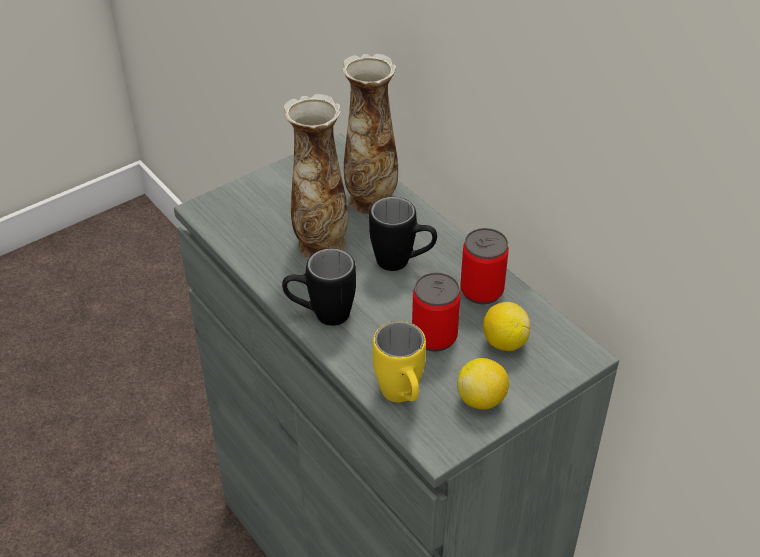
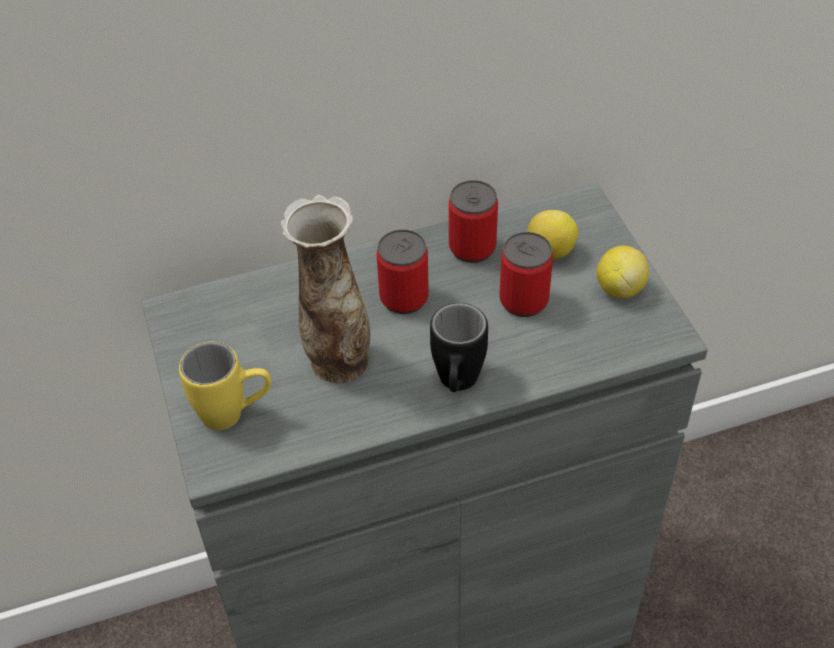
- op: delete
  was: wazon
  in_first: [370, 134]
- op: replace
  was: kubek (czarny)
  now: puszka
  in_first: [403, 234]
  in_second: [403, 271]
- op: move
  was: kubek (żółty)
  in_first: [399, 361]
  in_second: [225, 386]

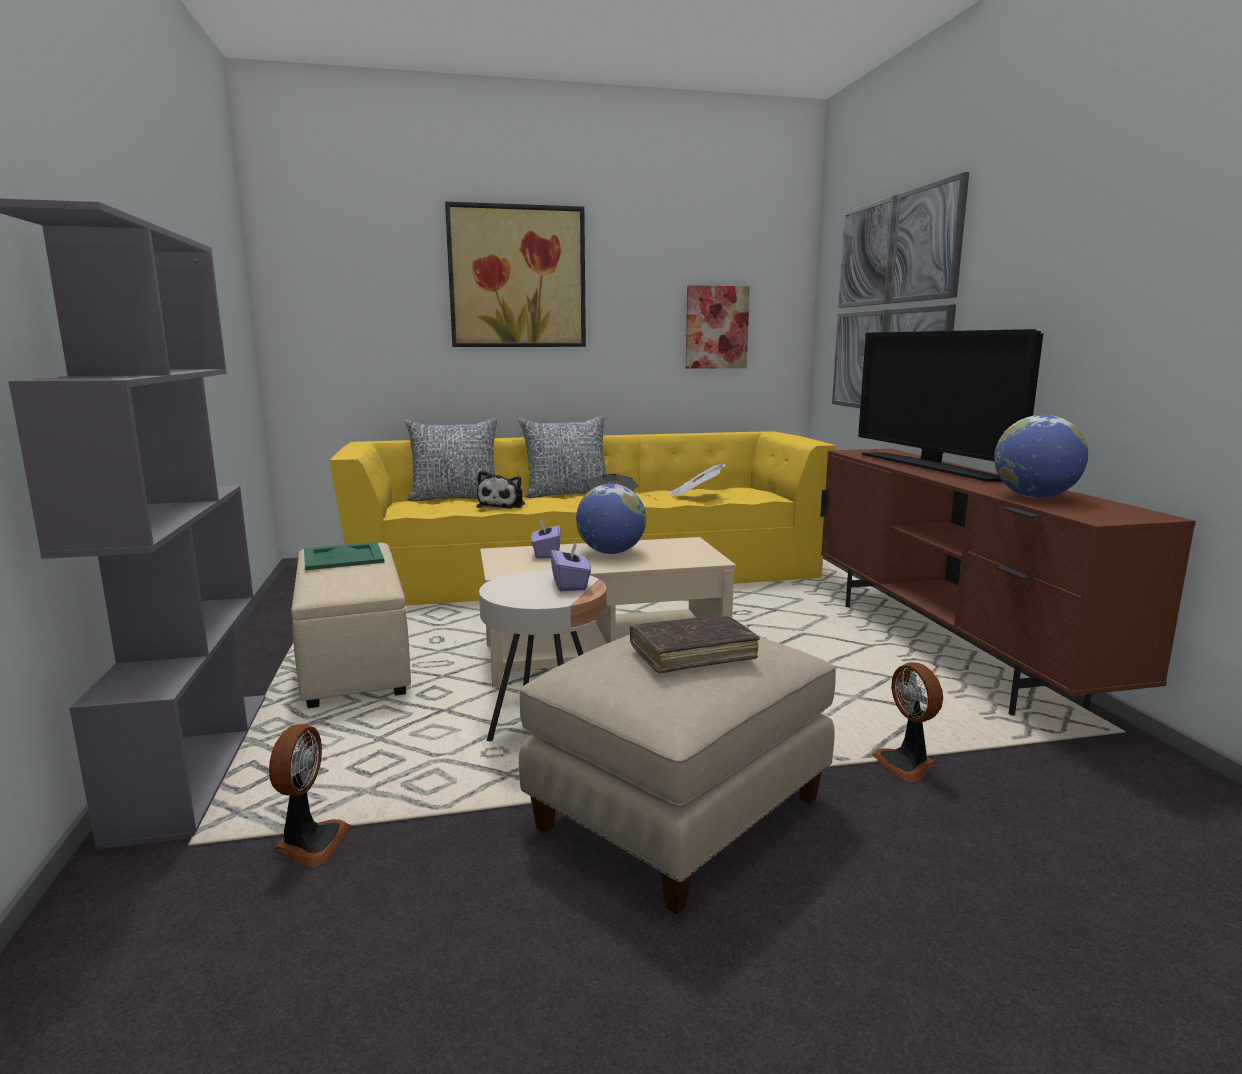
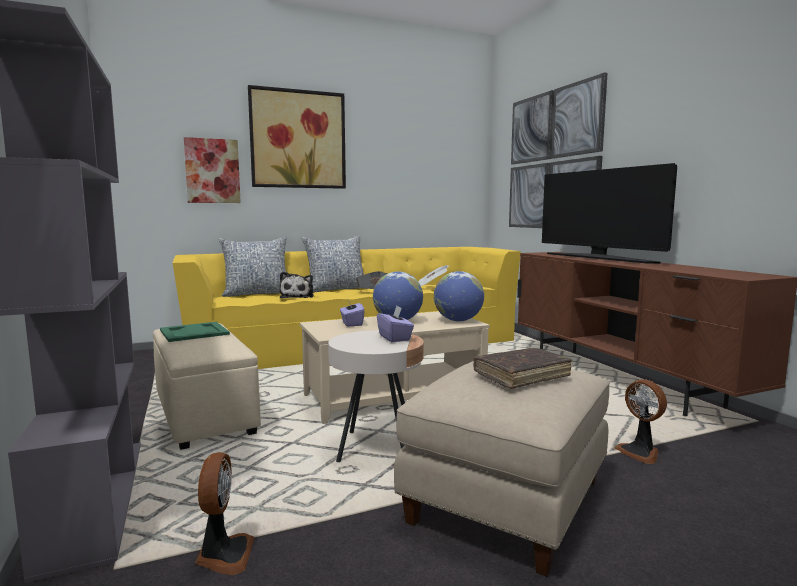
- op: move
  was: obraz
  in_first: [718, 327]
  in_second: [212, 170]
- op: move
  was: globus
  in_first: [1041, 456]
  in_second: [459, 296]

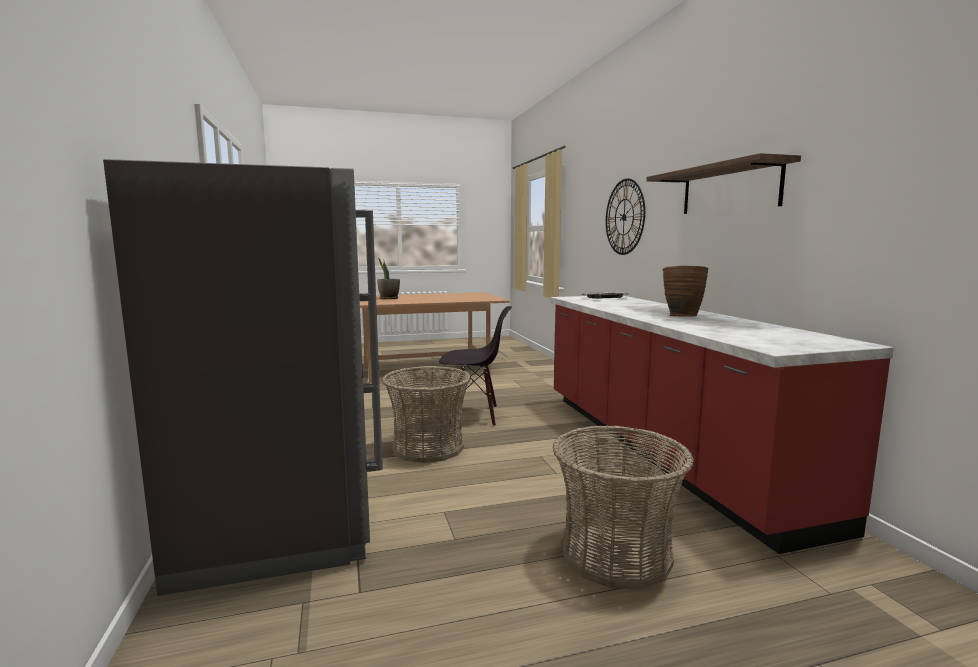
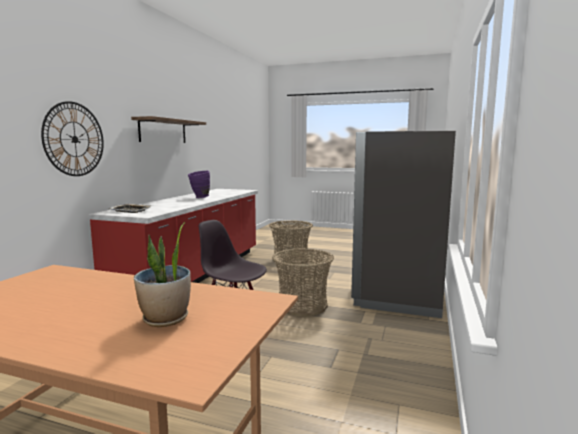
- op: recolor
  was: wazon (brązowy)
  now: wazon (fioletowy)
  in_first: [686, 291]
  in_second: [199, 184]

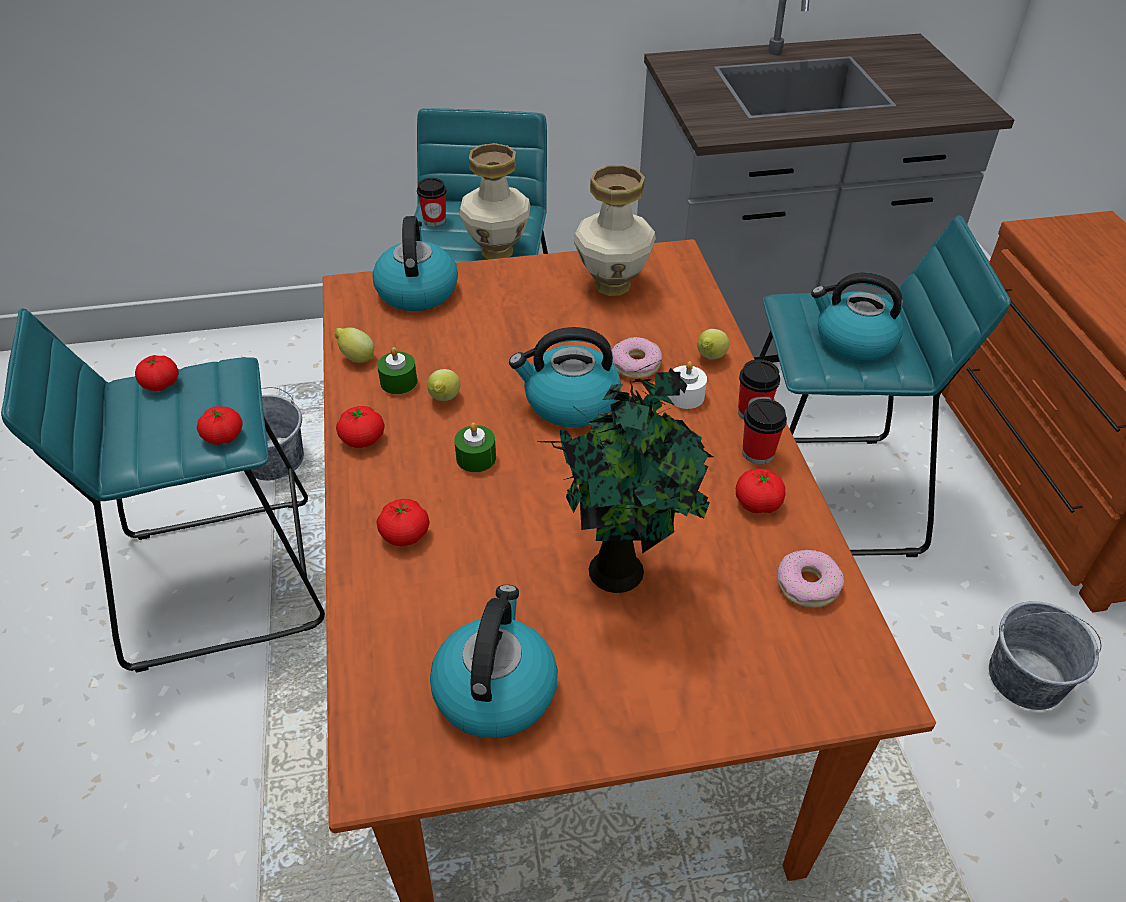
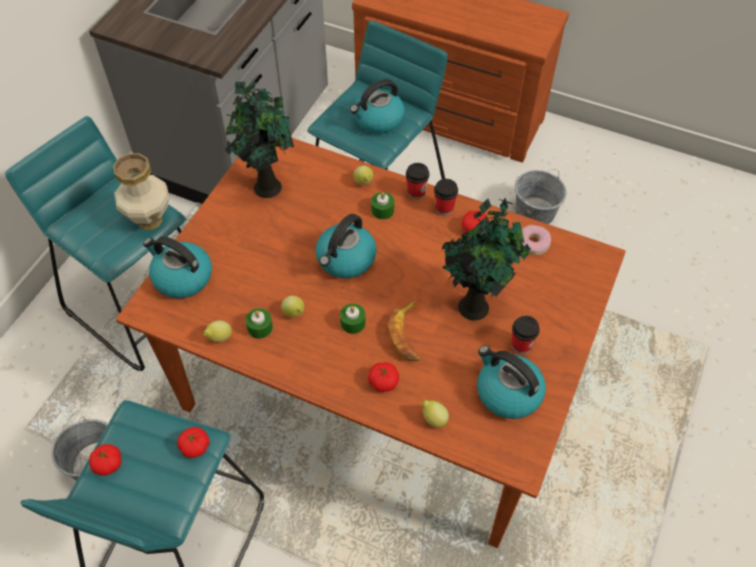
- op: replace
  was: wazon
  now: roślina doniczkowa
  in_first: [615, 230]
  in_second: [259, 140]
- op: move
  was: filiżanka
  in_first: [431, 202]
  in_second: [525, 335]
- op: delete
  was: donut
  in_first: [637, 358]
- op: recolor
  was: świeca (biały)
  now: świeca (zielony)
  in_first: [687, 385]
  in_second: [382, 205]
- op: delete
  was: pomidor
  in_first: [360, 427]
- op: insert
  now: banan
  in_second: [404, 331]
- op: insert
  now: cytryna
  in_second: [435, 414]

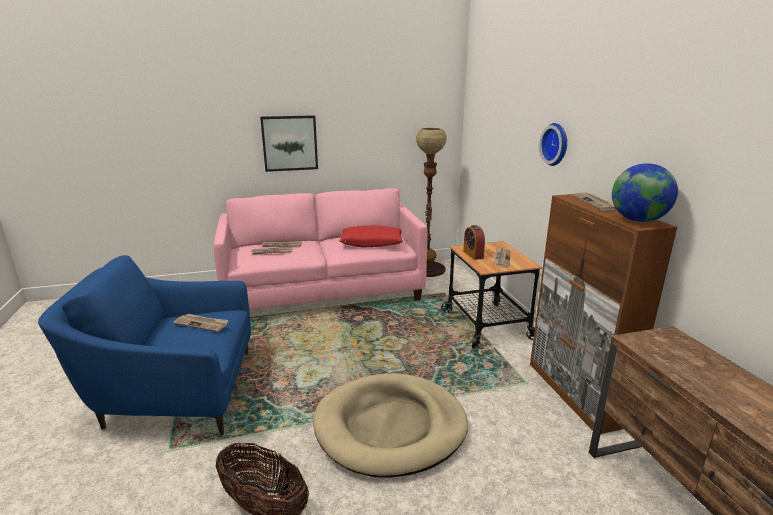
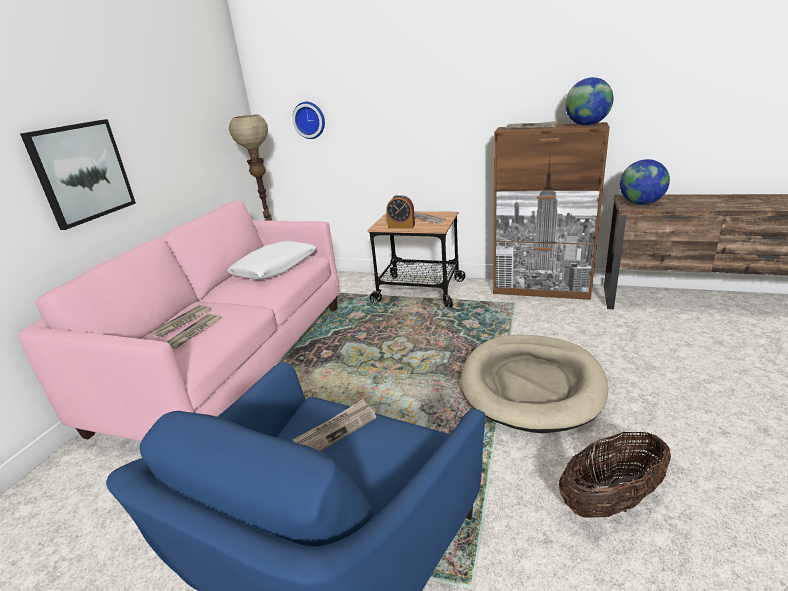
- op: move
  was: zegar ścienny
  in_first: [553, 144]
  in_second: [309, 120]
- op: recolor
  was: poduszka (czerwony)
  now: poduszka (biały)
  in_first: [371, 236]
  in_second: [272, 260]
- op: insert
  now: globus
  in_second: [645, 182]

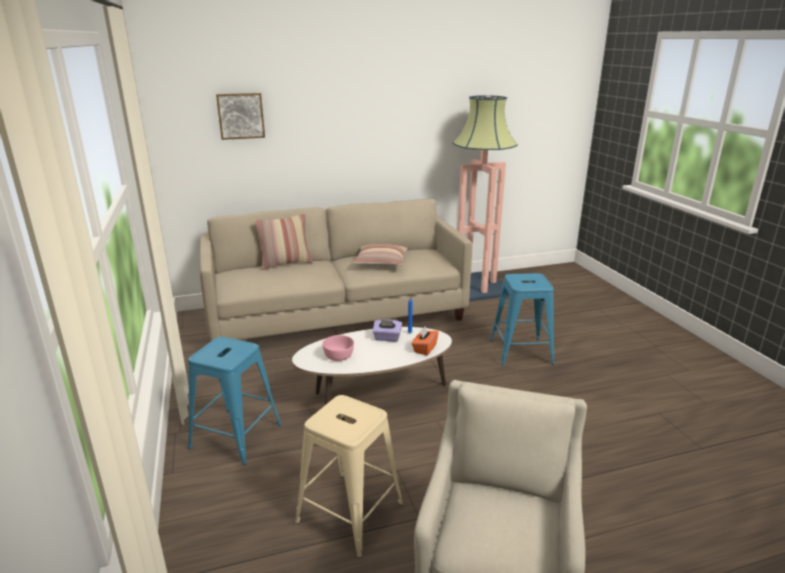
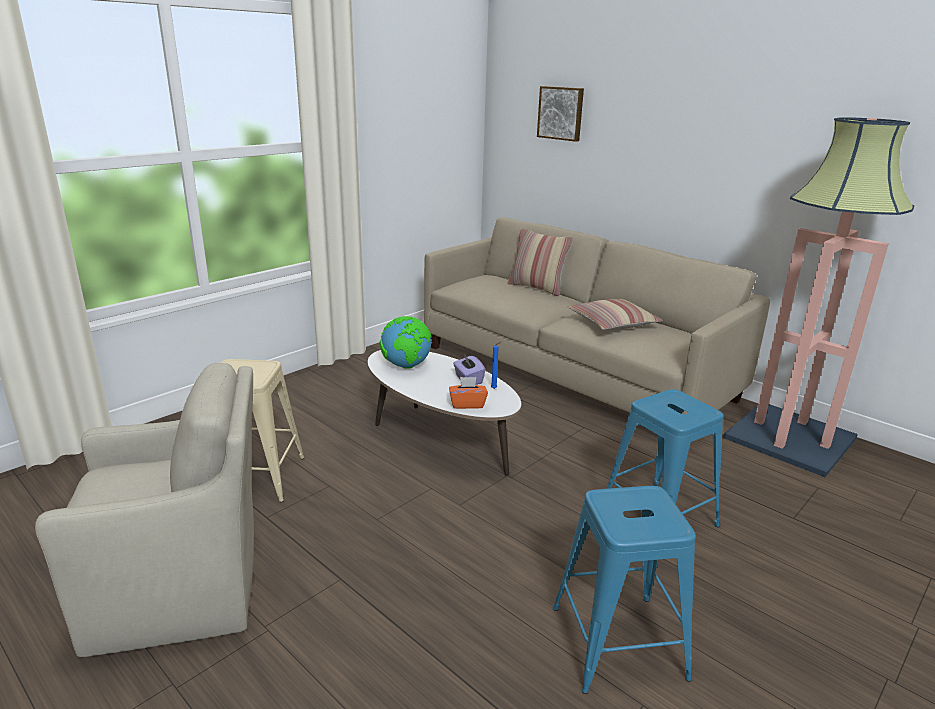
- op: replace
  was: miska (różowy)
  now: globus
  in_first: [338, 348]
  in_second: [406, 342]
- op: move
  was: stołek (niebieski)
  in_first: [234, 401]
  in_second: [624, 590]

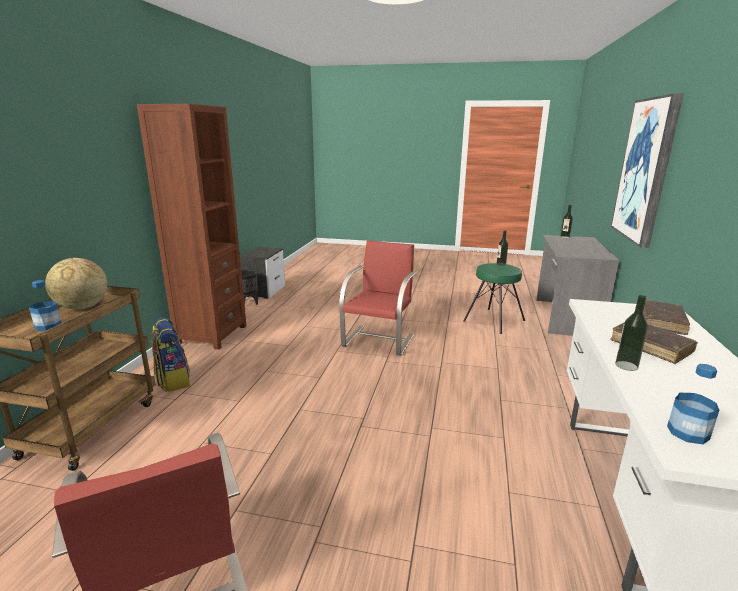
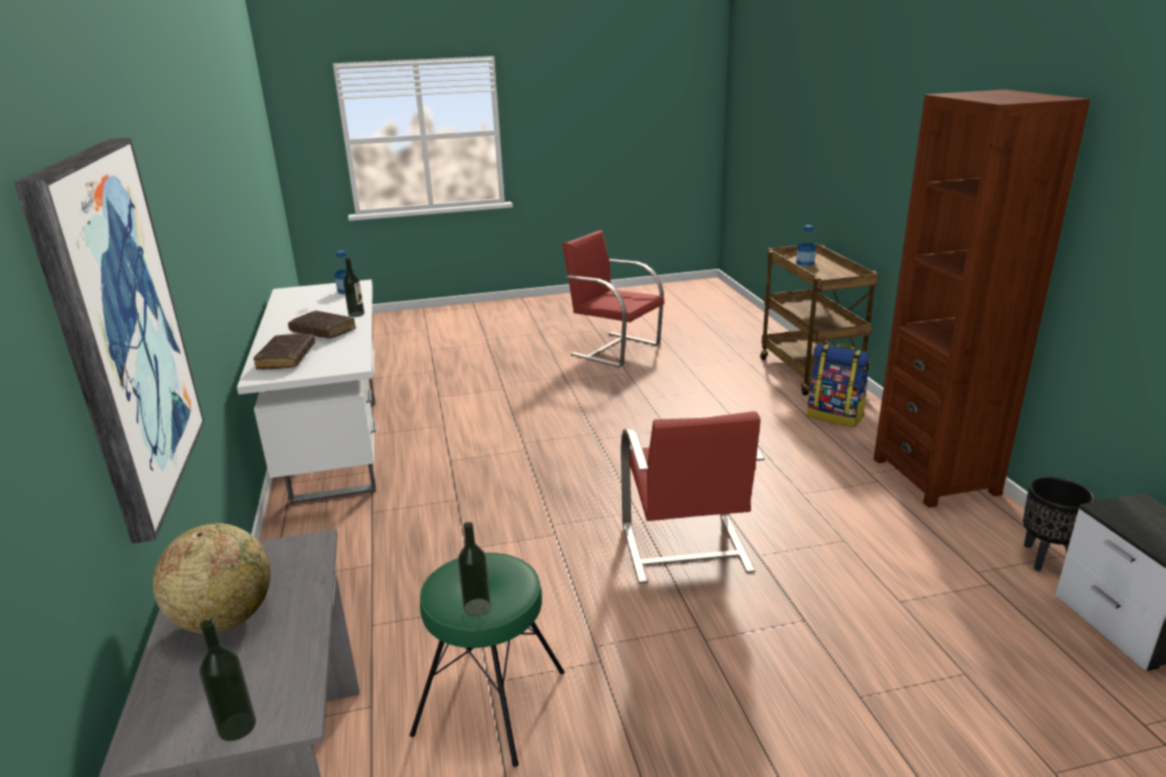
- op: move
  was: globus
  in_first: [76, 284]
  in_second: [212, 578]

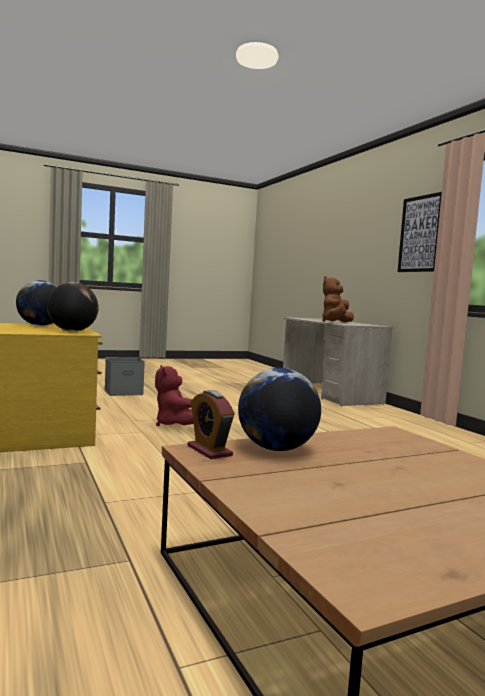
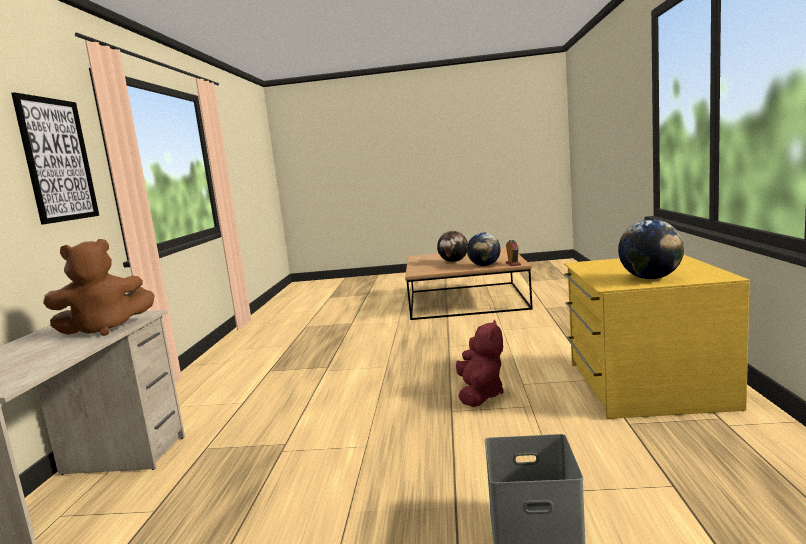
- op: move
  was: globus
  in_first: [73, 307]
  in_second: [452, 246]

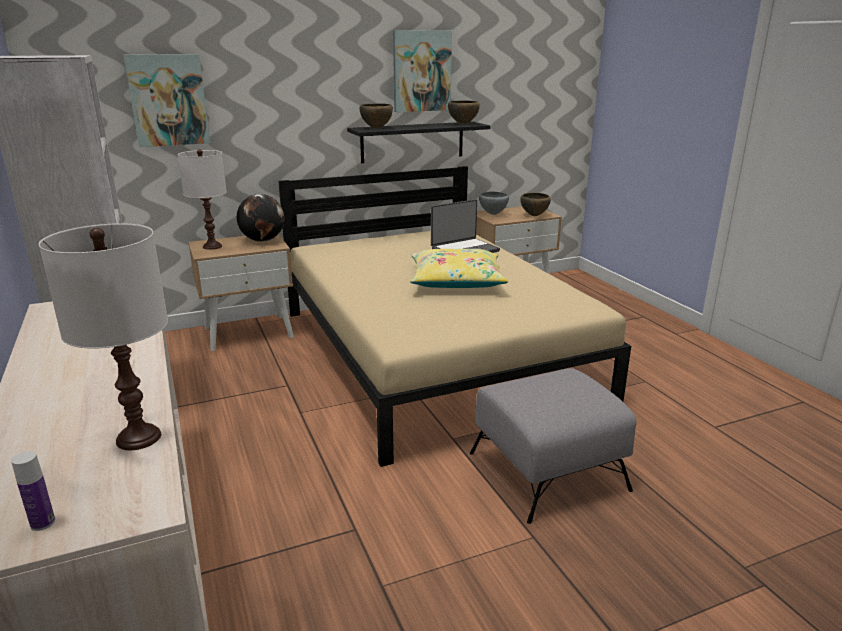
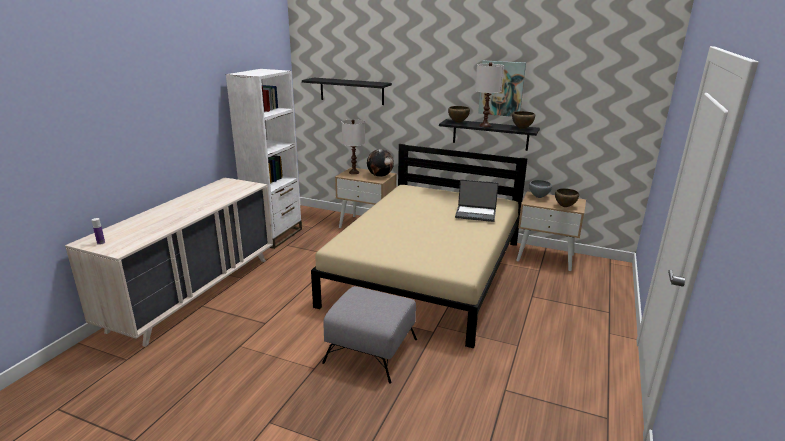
- op: replace
  was: obraz
  now: półka (czarny)
  in_first: [167, 100]
  in_second: [347, 91]
- op: move
  was: lampa stołowa (biały)
  in_first: [103, 336]
  in_second: [489, 94]
- op: delete
  was: poduszka (żółty)
  in_first: [459, 268]

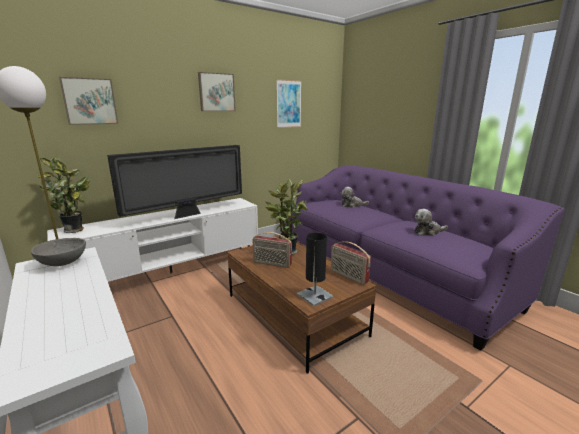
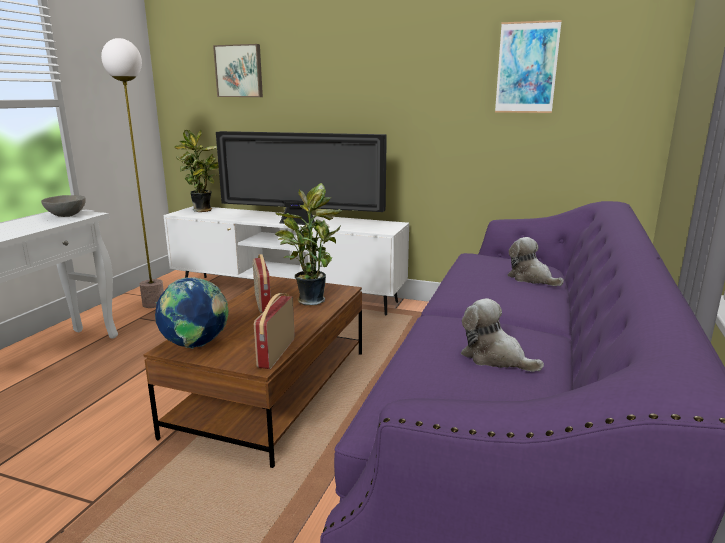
- op: delete
  was: obraz
  in_first: [217, 91]
- op: replace
  was: lampa stołowa (czarny)
  now: globus
  in_first: [315, 269]
  in_second: [192, 313]

